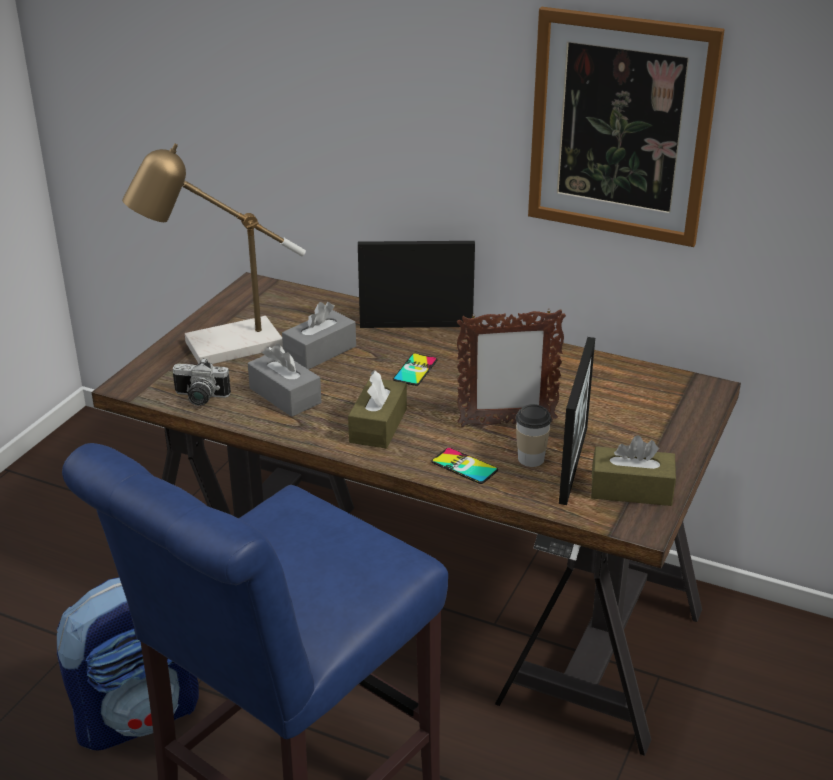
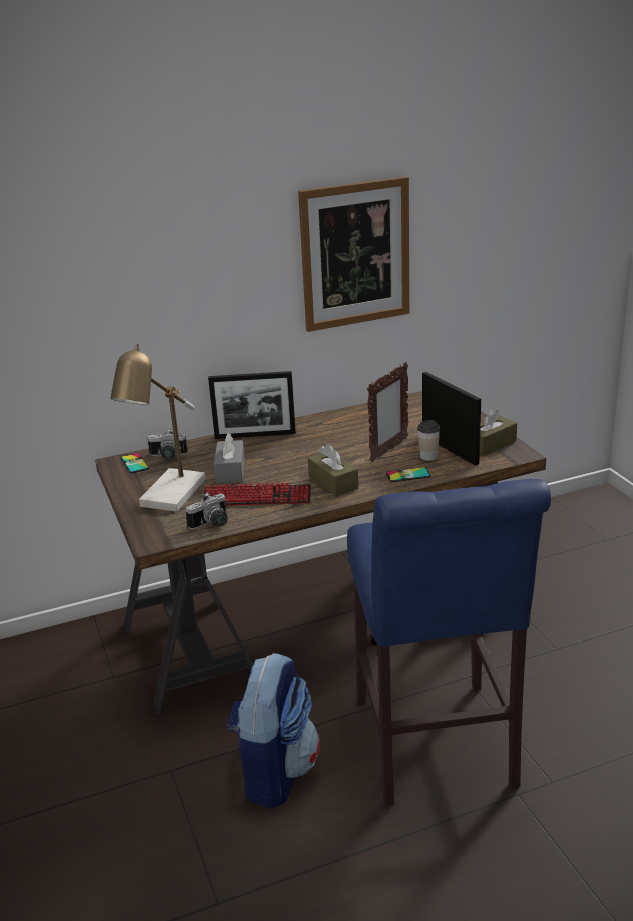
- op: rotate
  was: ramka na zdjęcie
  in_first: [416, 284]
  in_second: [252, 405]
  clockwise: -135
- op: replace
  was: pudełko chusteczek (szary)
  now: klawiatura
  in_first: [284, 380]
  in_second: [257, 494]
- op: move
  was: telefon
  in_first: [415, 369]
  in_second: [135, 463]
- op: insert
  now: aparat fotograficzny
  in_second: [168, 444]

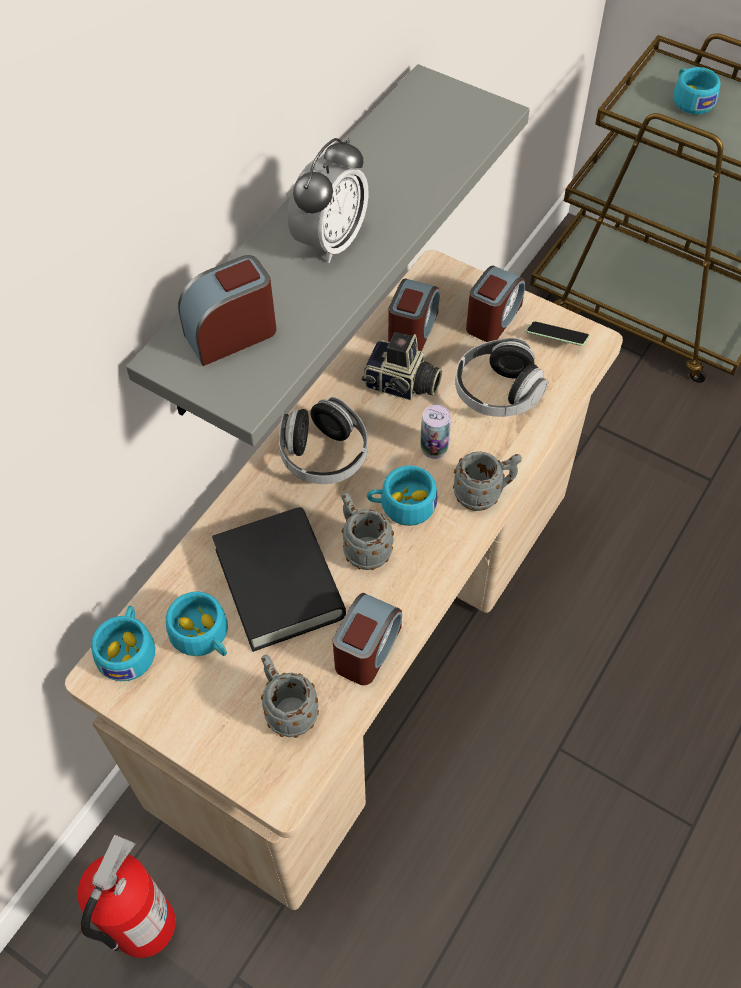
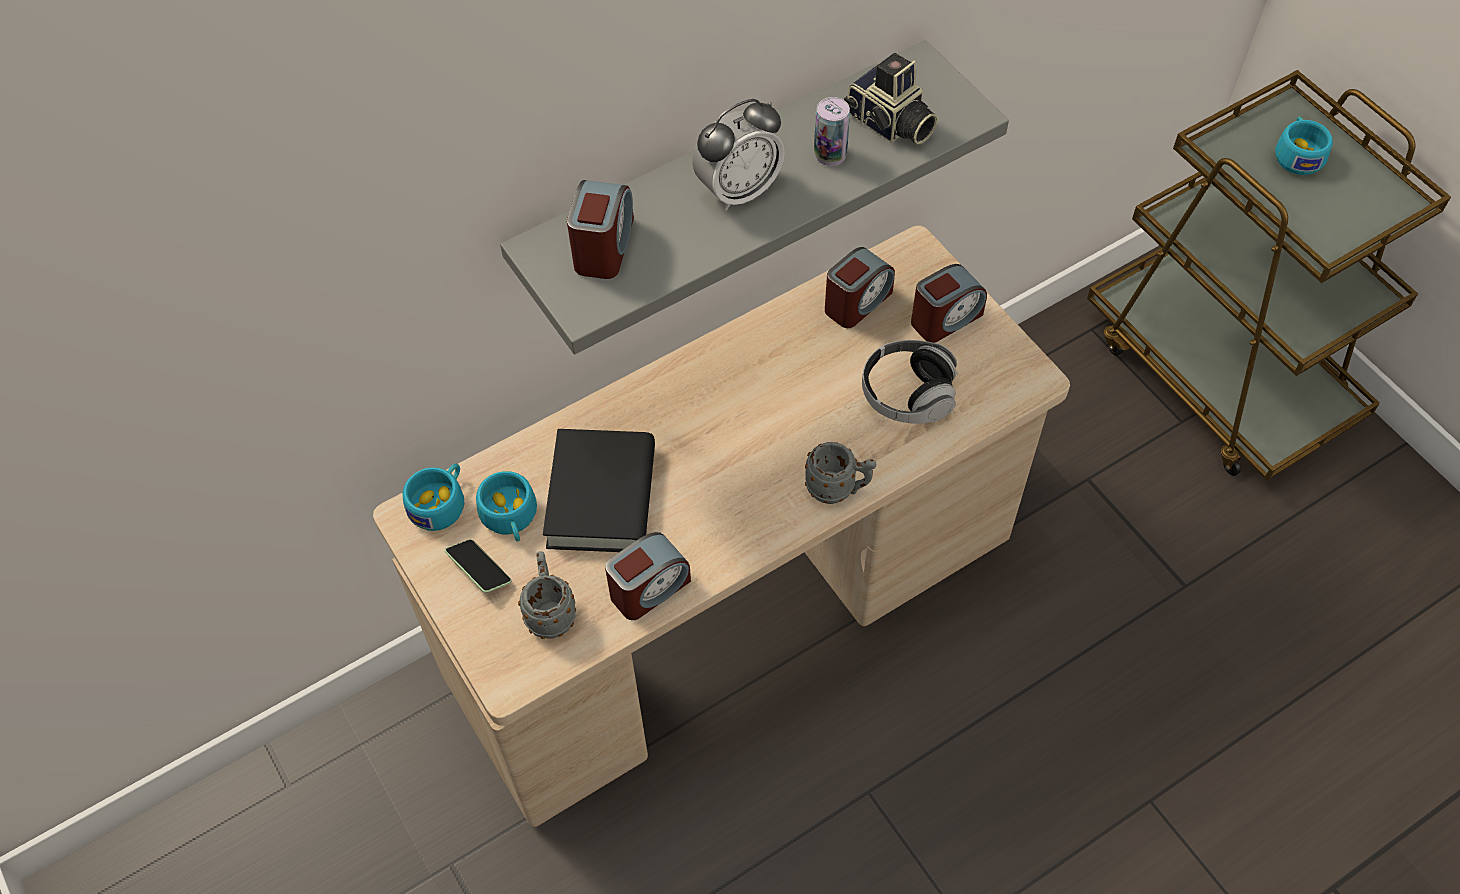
- op: rotate
  was: budzik
  in_first: [227, 310]
  in_second: [600, 229]
  clockwise: 105
- op: move
  was: telefon
  in_first: [558, 333]
  in_second: [478, 566]
- op: move
  was: aparat fotograficzny
  in_first: [402, 366]
  in_second: [891, 99]
- op: delete
  was: słuchawki
  in_first: [323, 440]
- op: move
  was: puszka
  in_first: [435, 432]
  in_second: [832, 131]
- op: delete
  was: filiżanka (turkusowy)
  in_first: [402, 495]
- op: delete
  was: kubek (szary)
  in_first: [367, 531]
- op: delete
  was: gaśnica
  in_first: [127, 896]

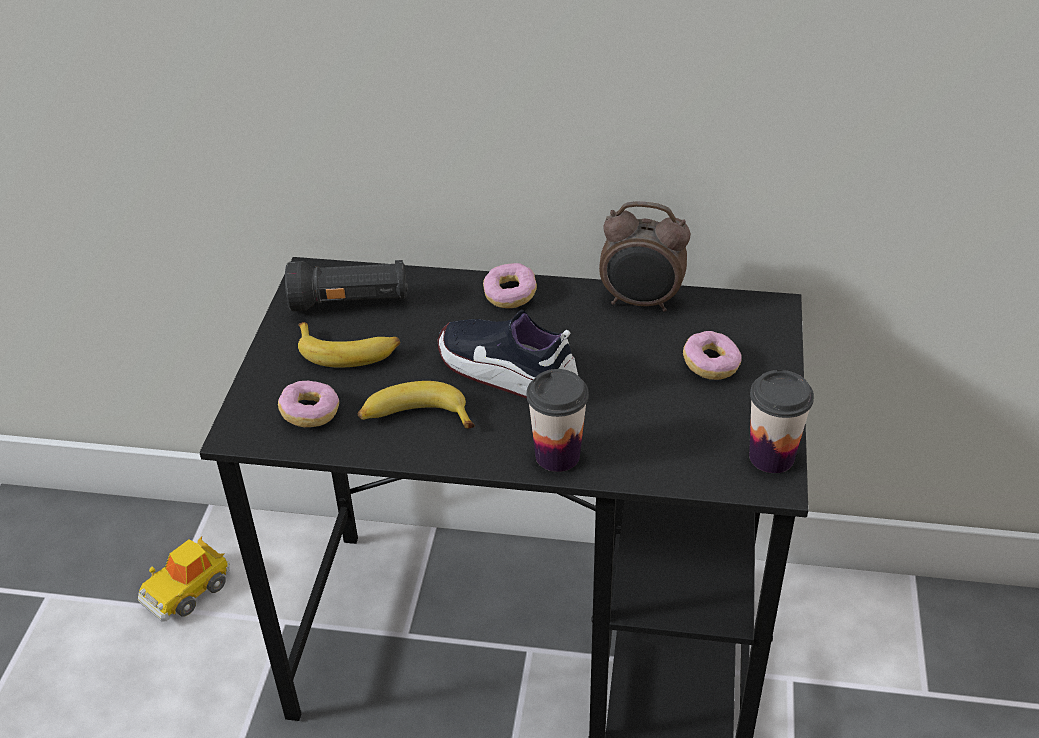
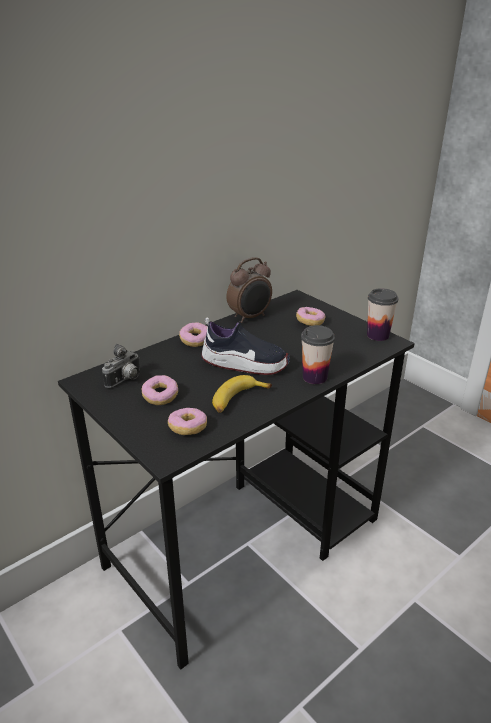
- op: replace
  was: latarka (czarny)
  now: aparat fotograficzny
  in_first: [346, 285]
  in_second: [121, 366]
- op: rotate
  was: but
  in_first: [508, 354]
  in_second: [245, 346]
  clockwise: -150
- op: replace
  was: banan
  now: donut
  in_first: [349, 345]
  in_second: [160, 390]
- op: delete
  was: samochodzik
  in_first: [184, 579]

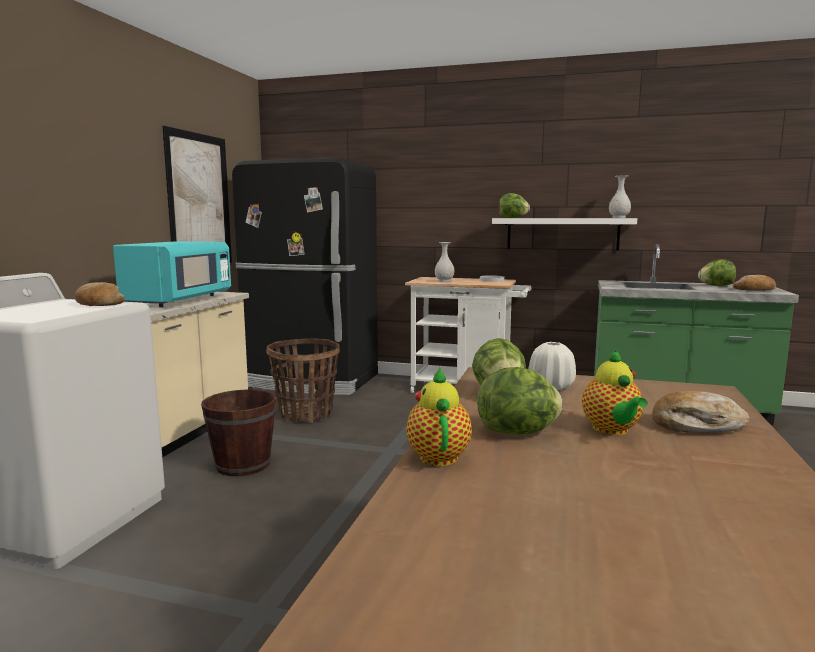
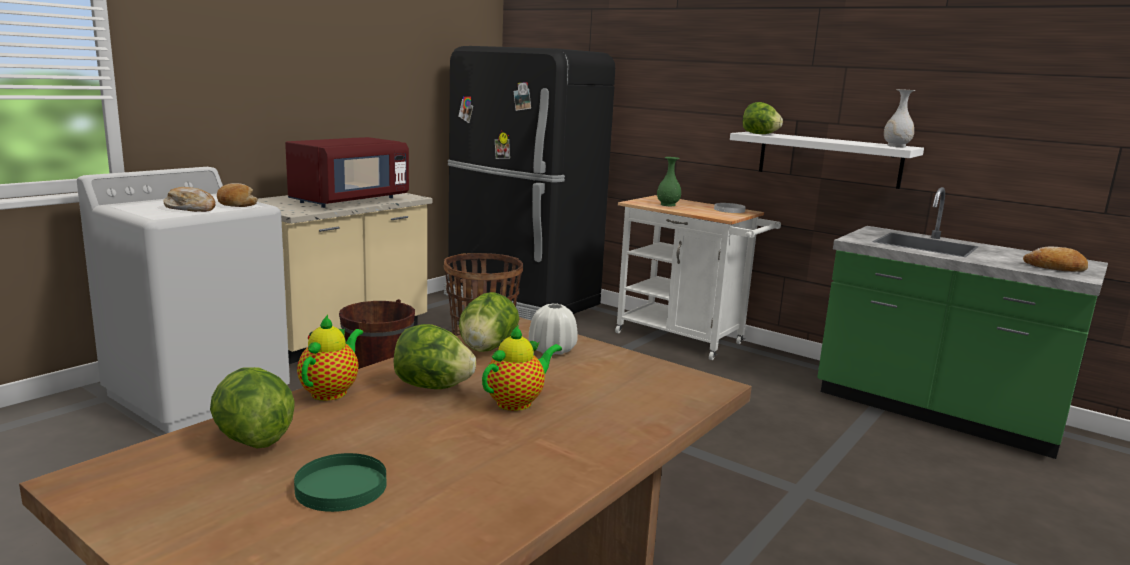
- op: delete
  was: obraz
  in_first: [197, 194]
- op: recolor
  was: mikrofalówka (turkusowy)
  now: mikrofalówka (czerwony)
  in_first: [172, 274]
  in_second: [347, 172]
- op: recolor
  was: wazon (biały)
  now: wazon (zielony)
  in_first: [444, 262]
  in_second: [669, 181]
- op: move
  was: sałata
  in_first: [717, 272]
  in_second: [252, 407]
- op: rotate
  was: imbryk
  in_first: [615, 392]
  in_second: [522, 368]
  clockwise: -150
- op: move
  was: chleb
  in_first: [700, 411]
  in_second: [189, 199]
- op: insert
  now: talerz (zielony)
  in_second: [340, 482]

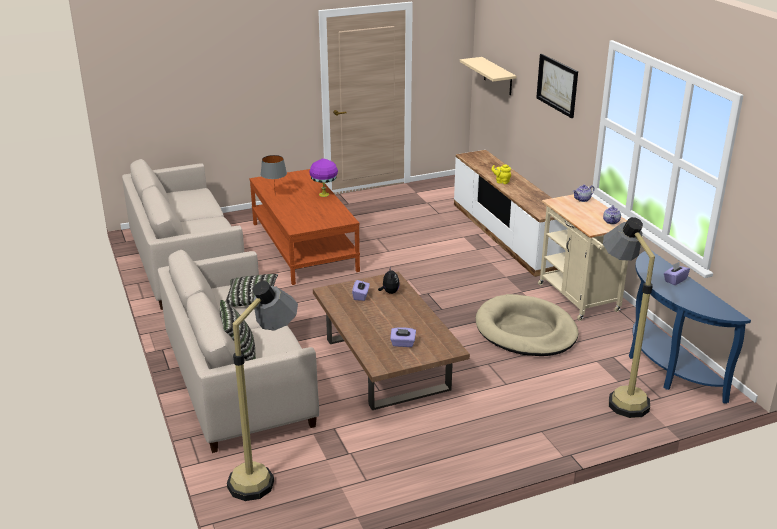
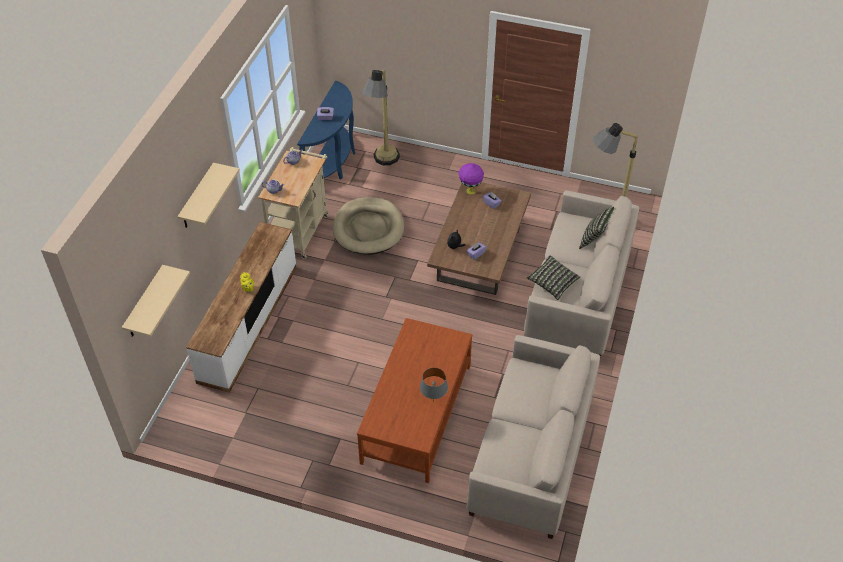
- op: replace
  was: obraz
  now: półka (beżowy)
  in_first: [557, 86]
  in_second: [208, 195]
- op: move
  was: lampa stołowa (fioletowy)
  in_first: [323, 177]
  in_second: [471, 179]

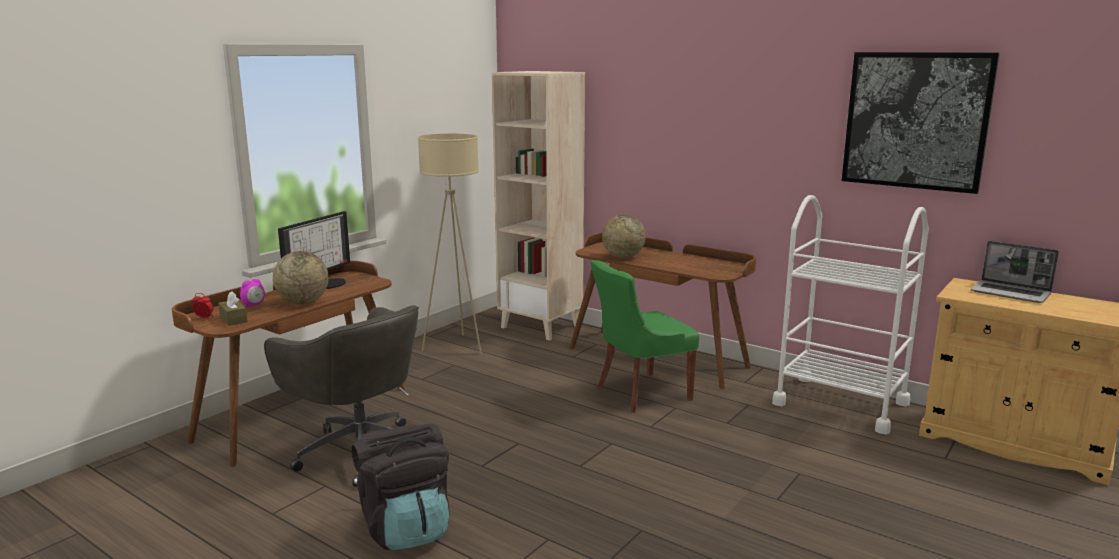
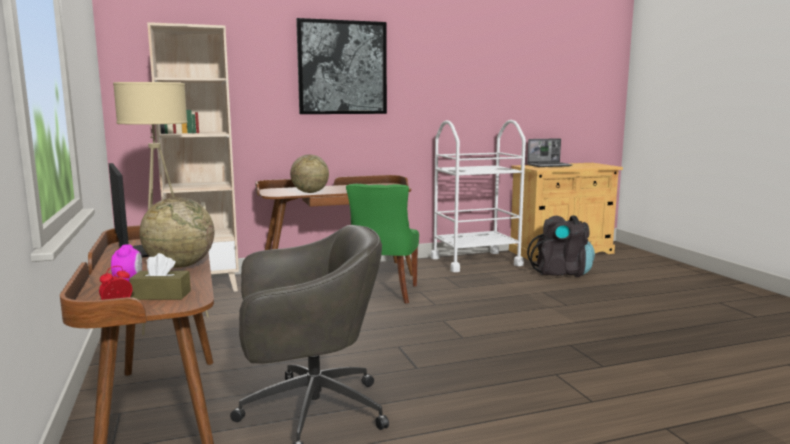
- op: move
  was: obraz
  in_first: [921, 123]
  in_second: [341, 66]
- op: move
  was: plecak (czarny)
  in_first: [401, 487]
  in_second: [561, 246]

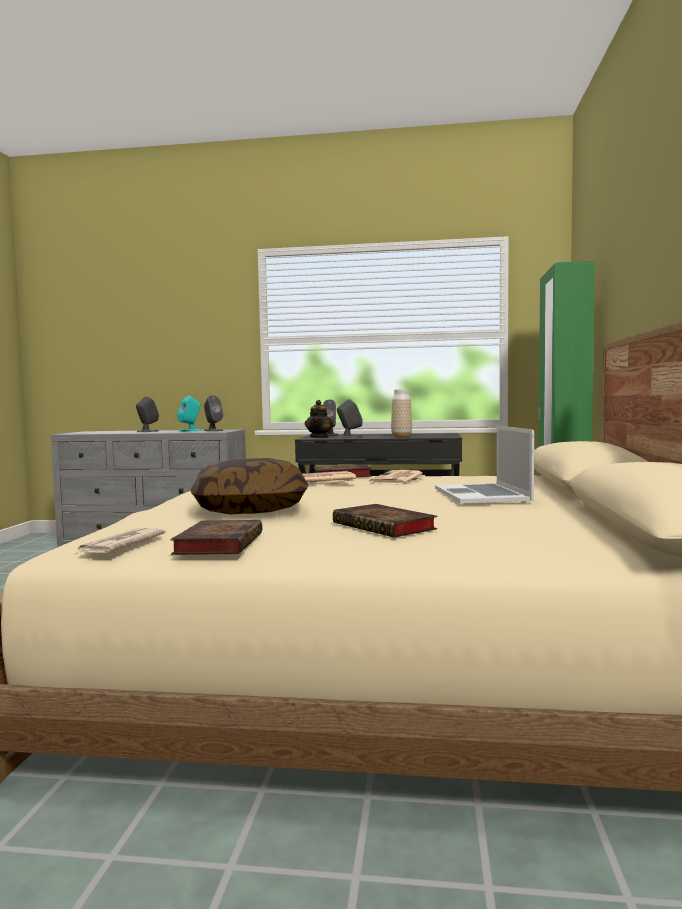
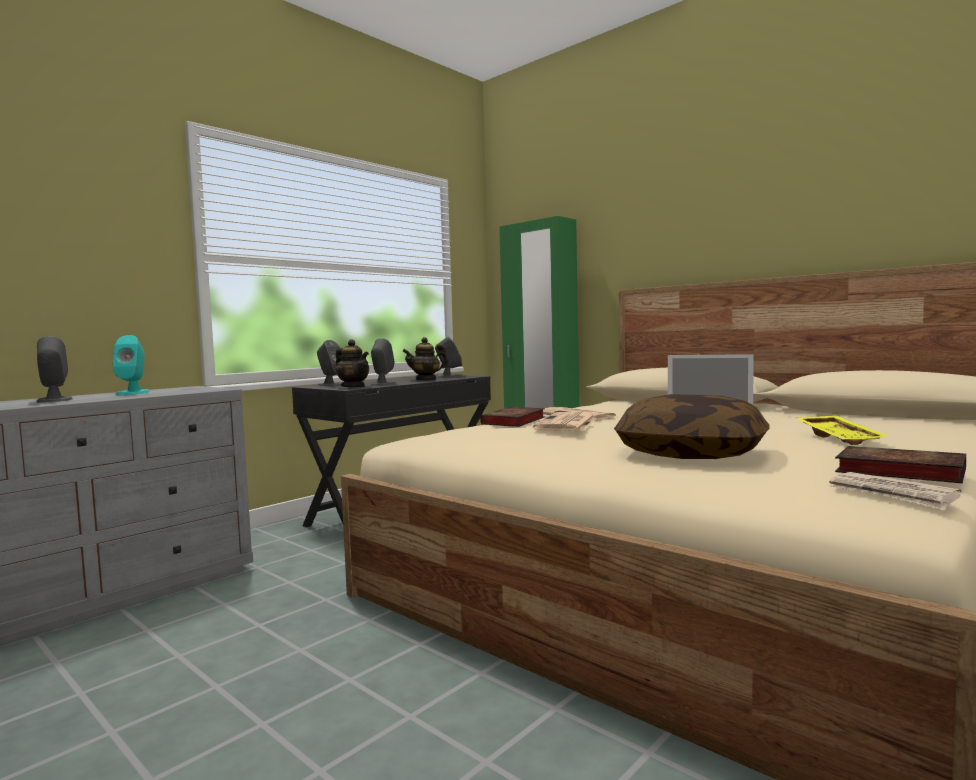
- op: replace
  was: wazon
  now: imbryk
  in_first: [401, 413]
  in_second: [425, 359]
- op: move
  was: głośnik (szary)
  in_first: [213, 413]
  in_second: [449, 357]
- op: replace
  was: książka
  now: taca (żółty)
  in_first: [385, 521]
  in_second: [842, 430]

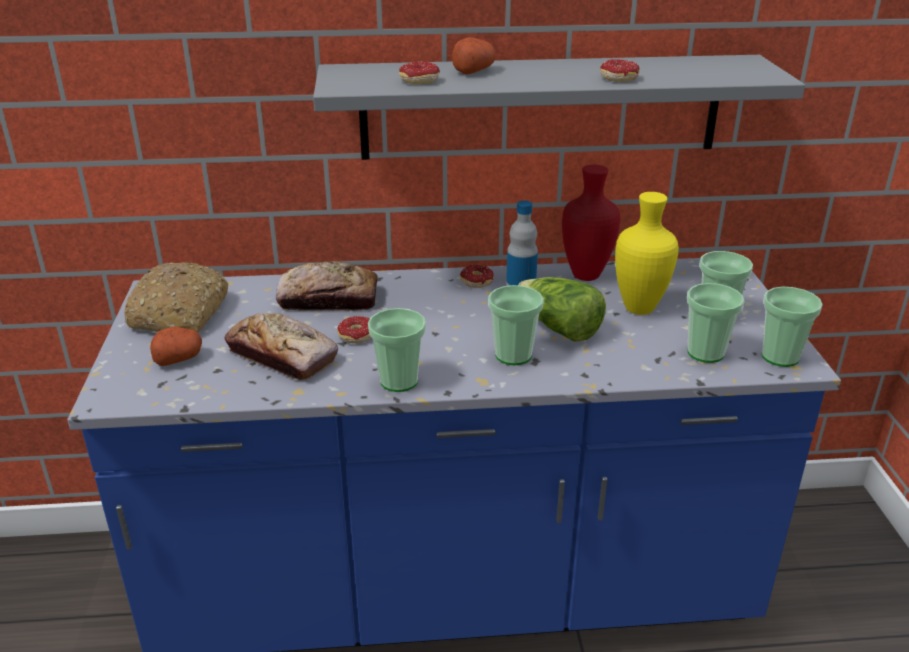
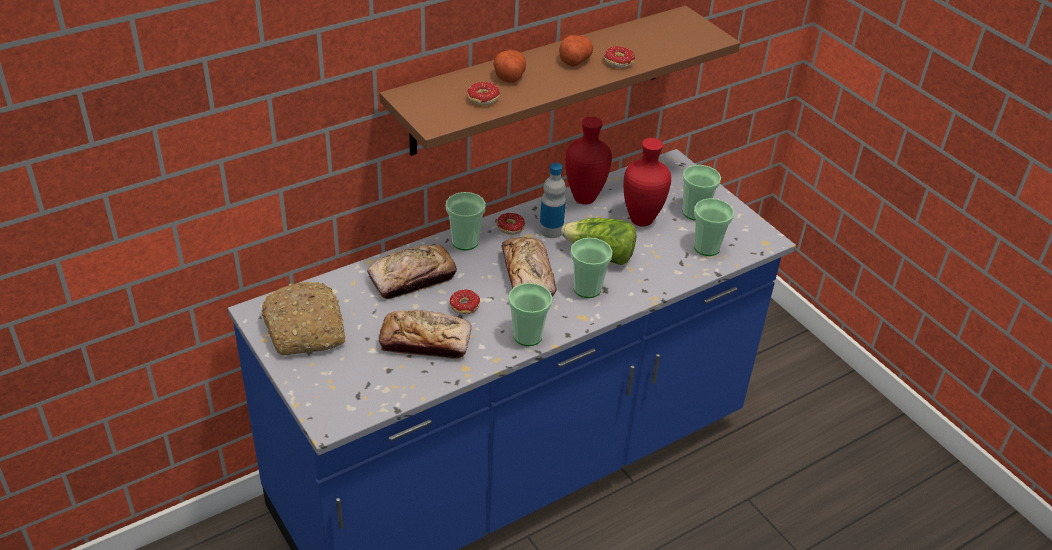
- op: recolor
  was: półka (szary)
  now: półka (brązowy)
  in_first: [559, 107]
  in_second: [560, 81]
- op: recolor
  was: wazon (żółty)
  now: wazon (czerwony)
  in_first: [647, 253]
  in_second: [647, 182]
- op: move
  was: filiżanka
  in_first: [792, 327]
  in_second: [466, 221]
- op: move
  was: ziemniak
  in_first: [176, 346]
  in_second: [576, 51]
- op: insert
  now: chleb
  in_second: [529, 267]

